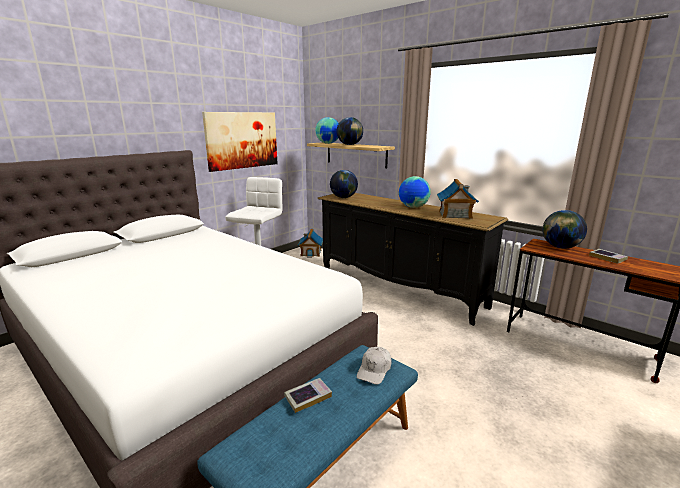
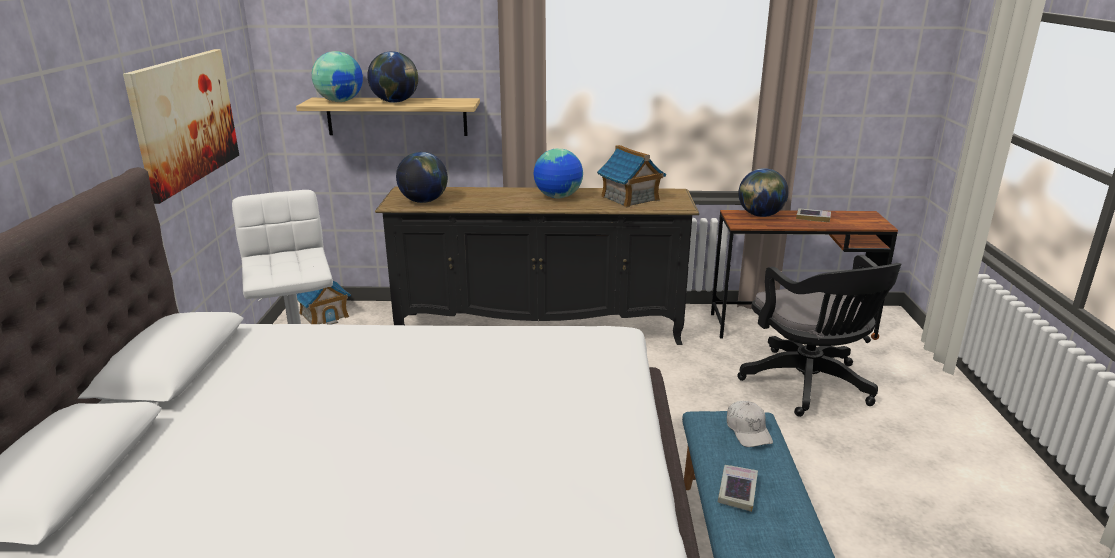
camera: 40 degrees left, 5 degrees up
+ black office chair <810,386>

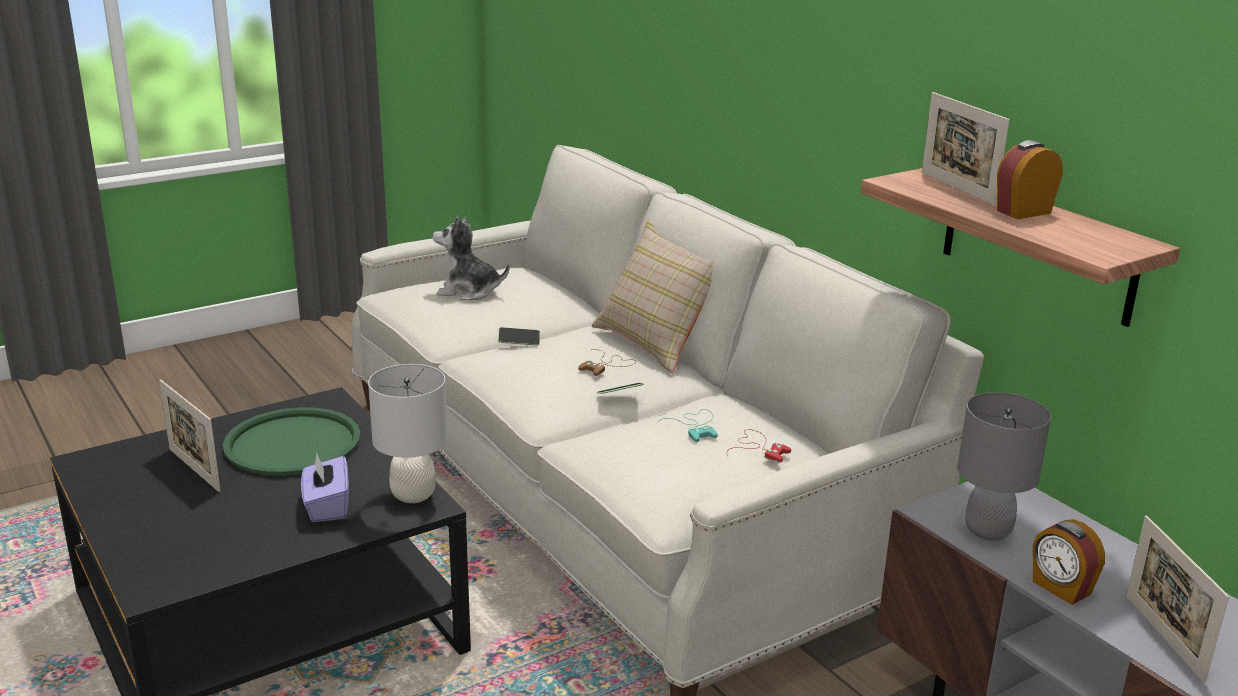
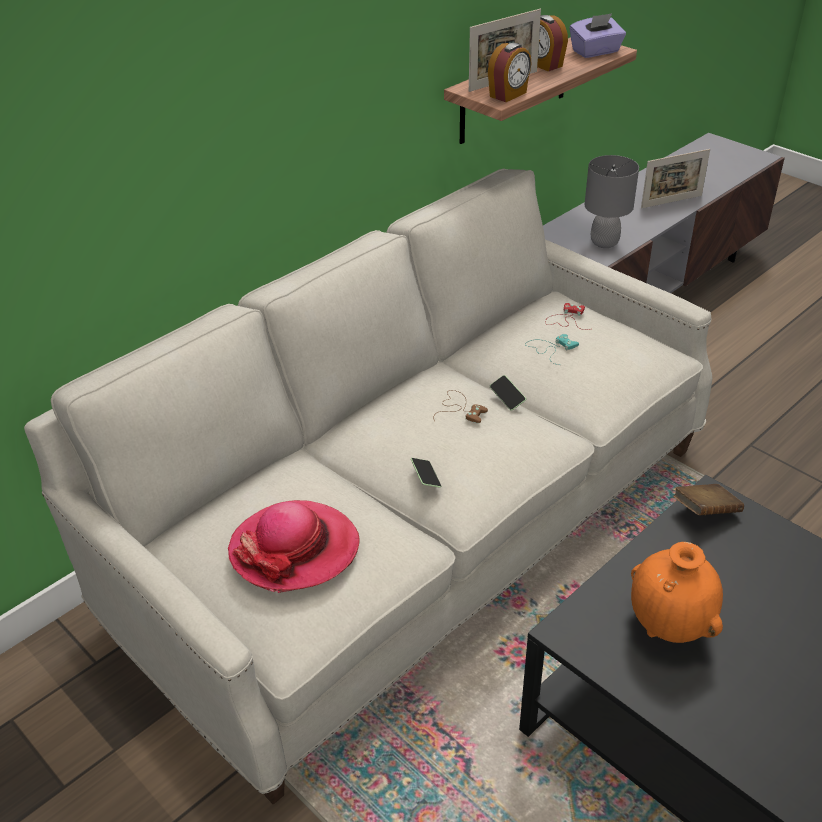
camera: 100 degrees left, 15 degrees up
~ plush toy <468,291> to hat <294,549>
~ alarm clock <1060,588> to <508,95>
~ purple tissue box <327,507> to <595,52>
~ green tray <293,443> to orange vase <669,627>
~ grey table lamp <411,496> to brown book <705,511>
- picture frame <194,470>
- beige pillow <658,342>

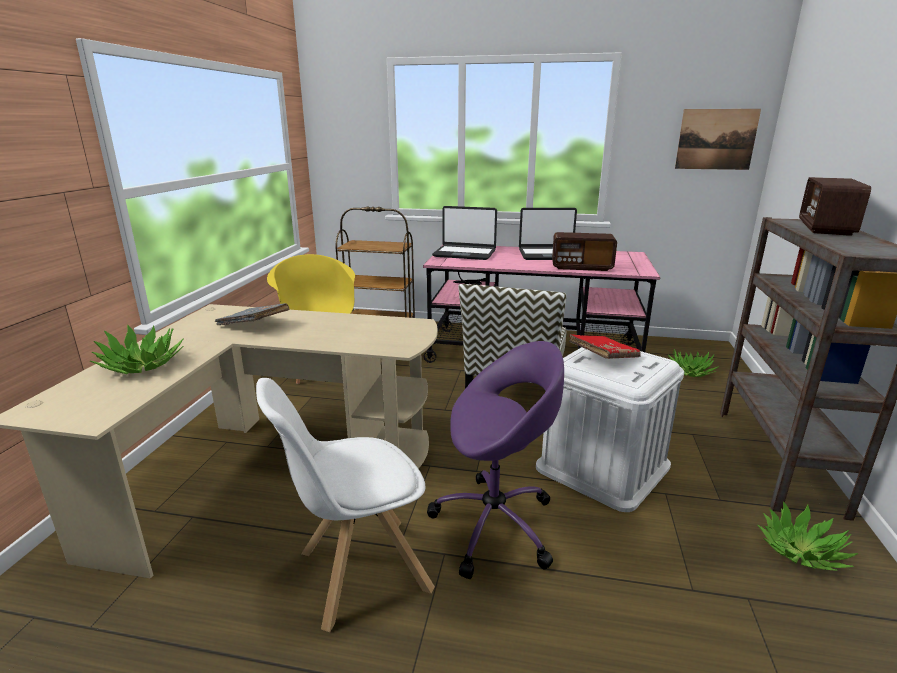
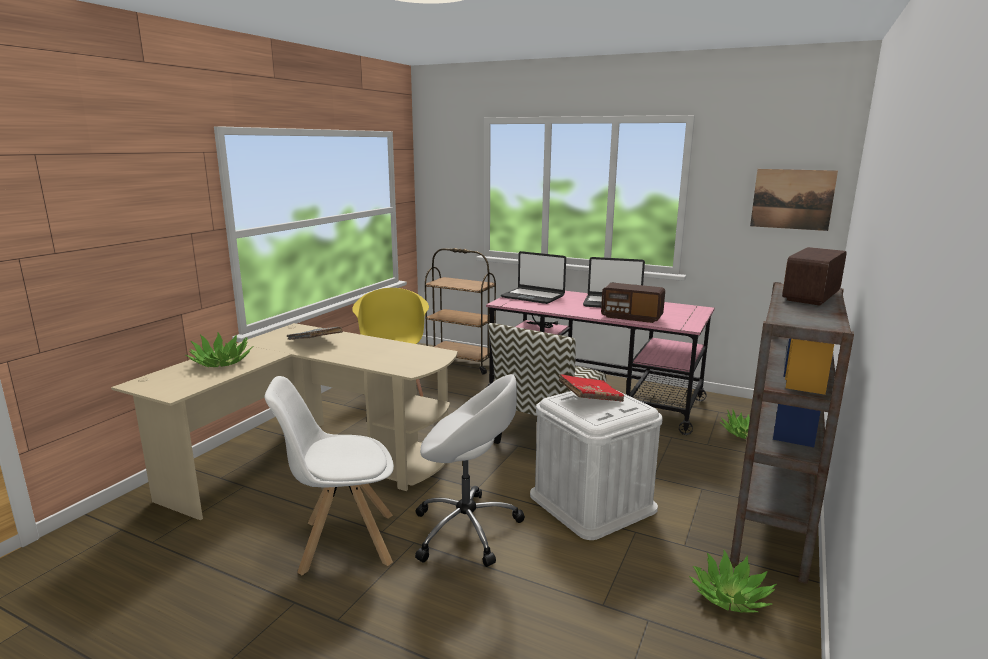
camera: 15 degrees right, 5 degrees down
~ purple office chair <497,524> to white office chair <468,529>

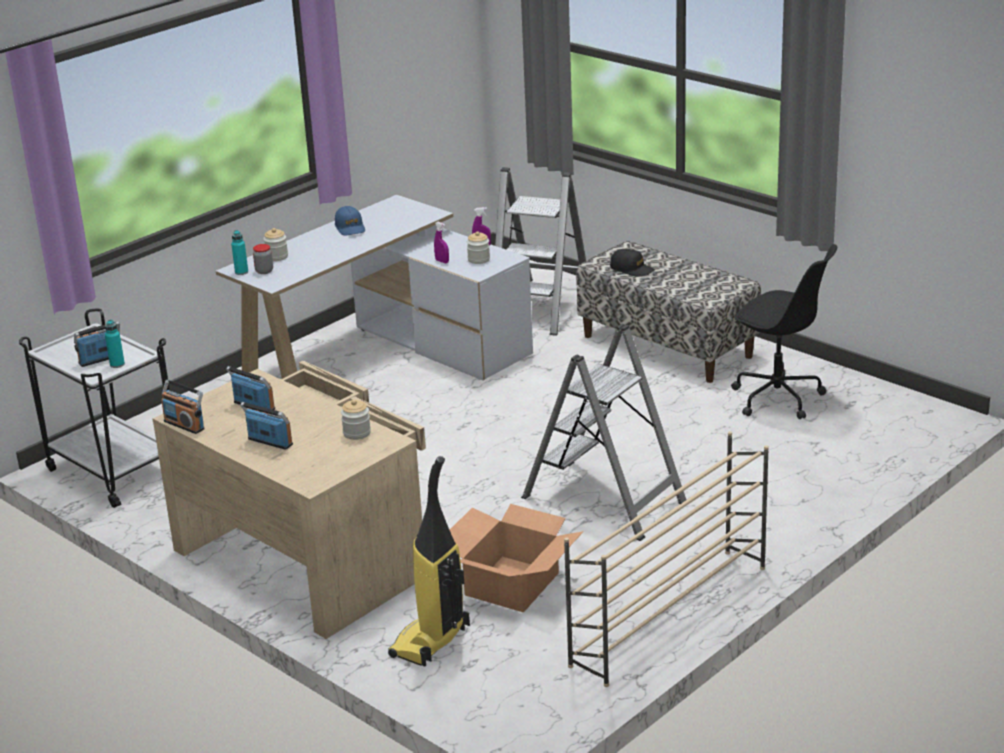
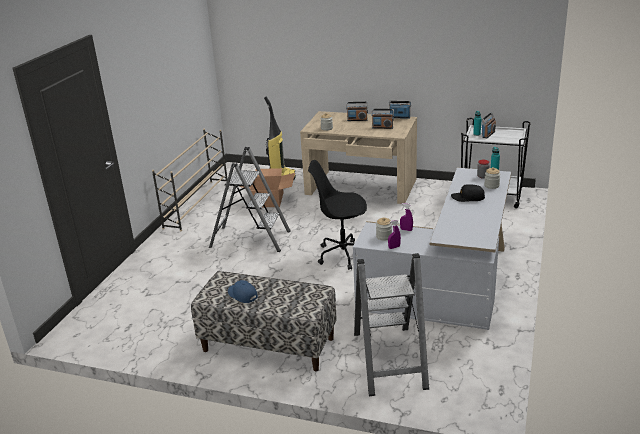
camera: 155 degrees right, 0 degrees up
~ blue cap <350,228> to <242,295>
~ black office chair <780,399> to <341,255>
~ black cap <632,269> to <468,198>

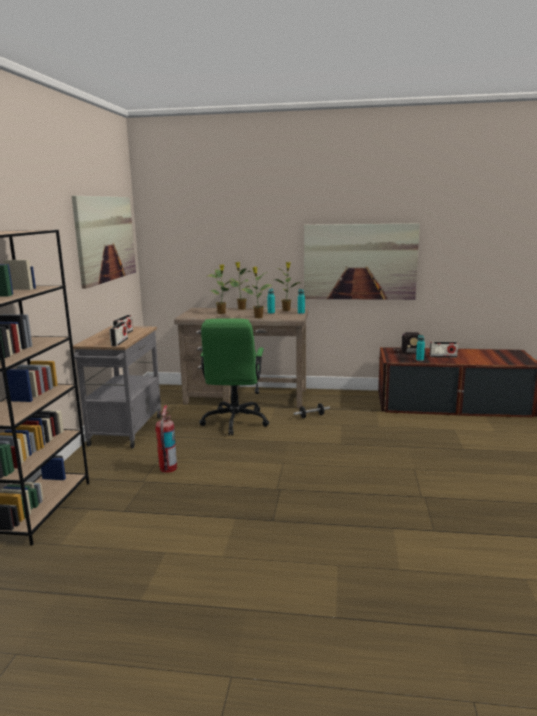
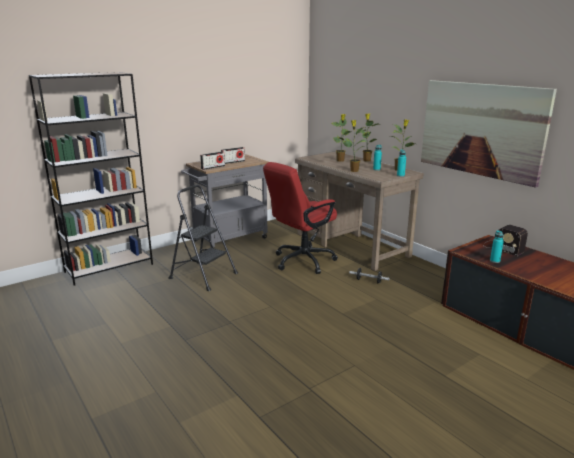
camera: 45 degrees right, 5 degrees up
~ fire extinguisher <167,468> to black step ladder <202,275>
~ green office chair <235,423> to red office chair <301,262>
- picture <105,238>
- radio <443,356>

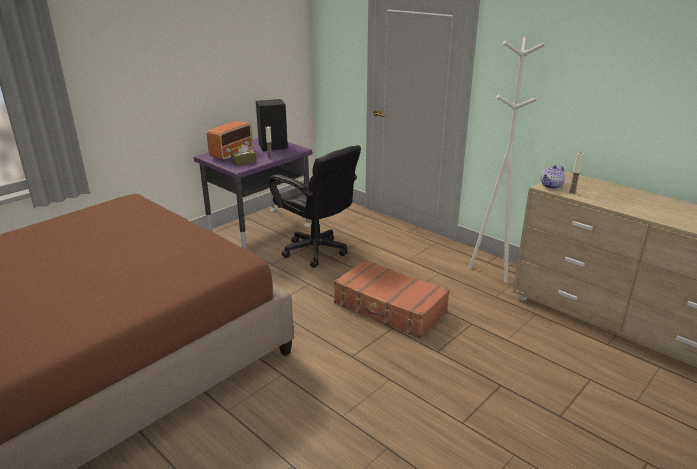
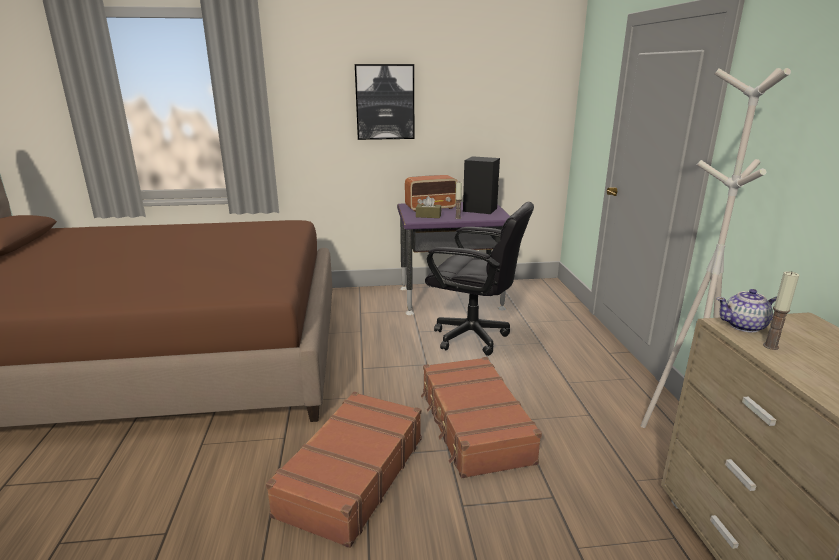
camera: 40 degrees right, 5 degrees down
+ brown suitcase <351,475>
+ picture <385,102>
~ black office chair <318,253> = <475,338> 60 degrees counterclockwise

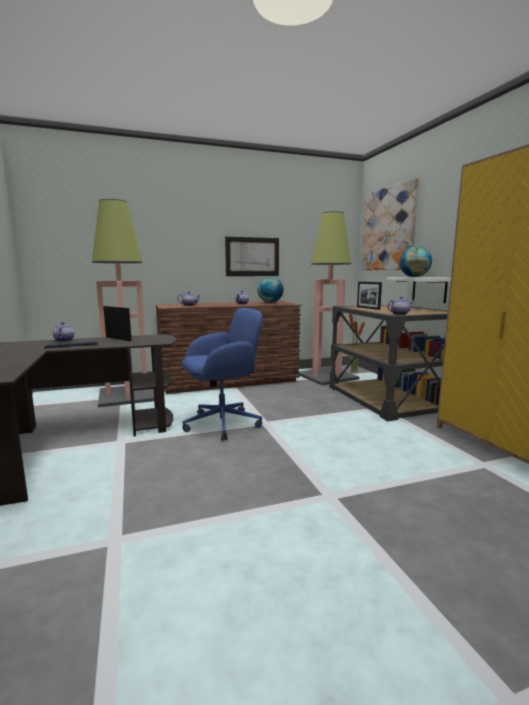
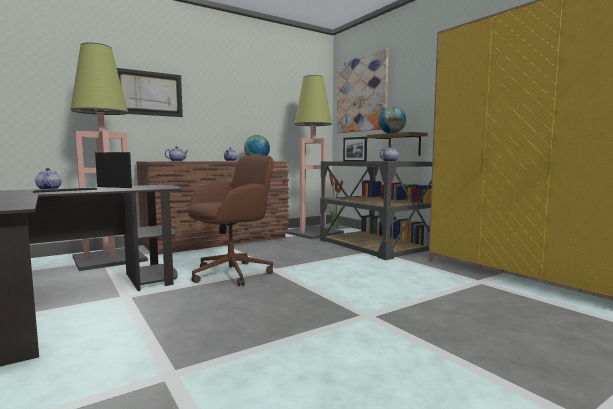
camera: 15 degrees left, 5 degrees down
~ picture <252,256> to <149,93>
~ blue office chair <222,424> to brown office chair <231,274>
~ white shelf <429,289> to brown shelf <404,145>

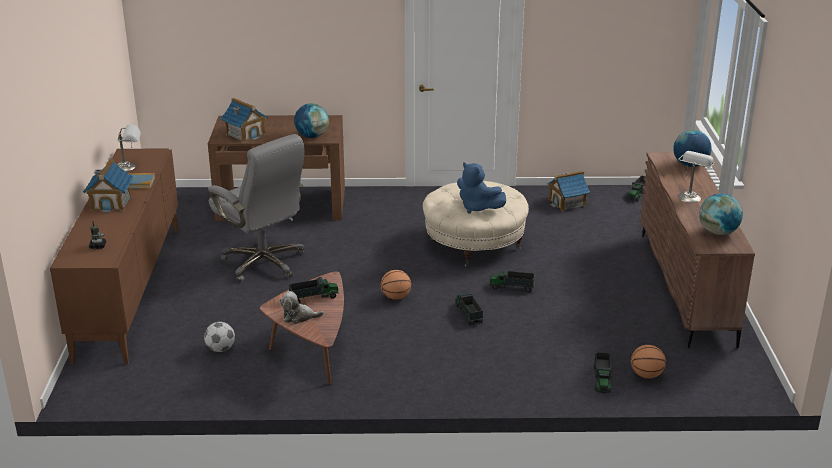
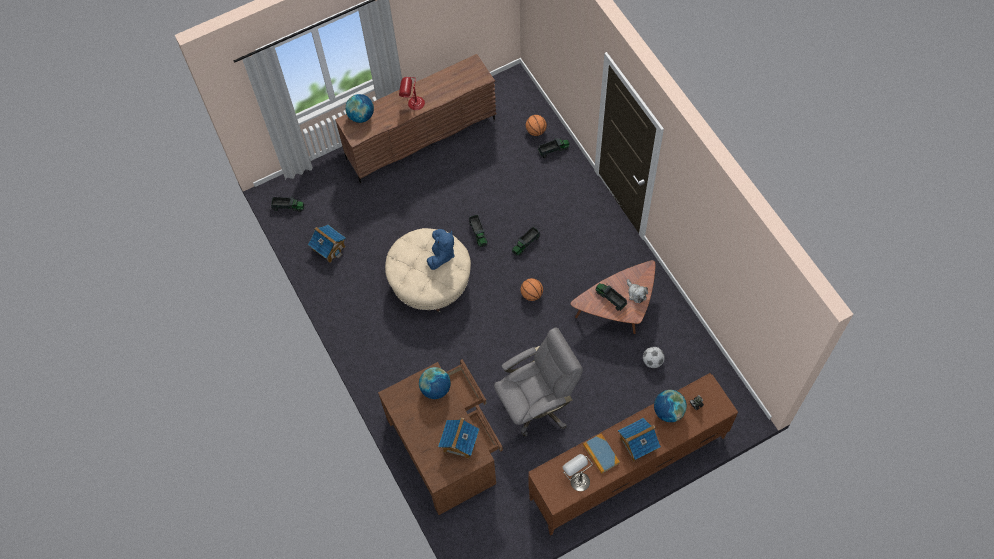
camera: 115 degrees left, 35 degrees up
~ white table lamp <690,195> to red table lamp <412,103>
~ grey office chair <262,262> = <537,406> 45 degrees clockwise
~ globe <718,232> to <668,411>

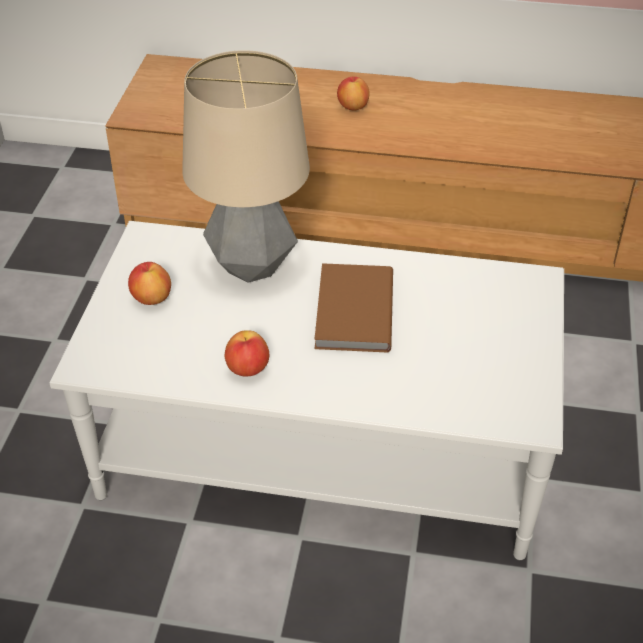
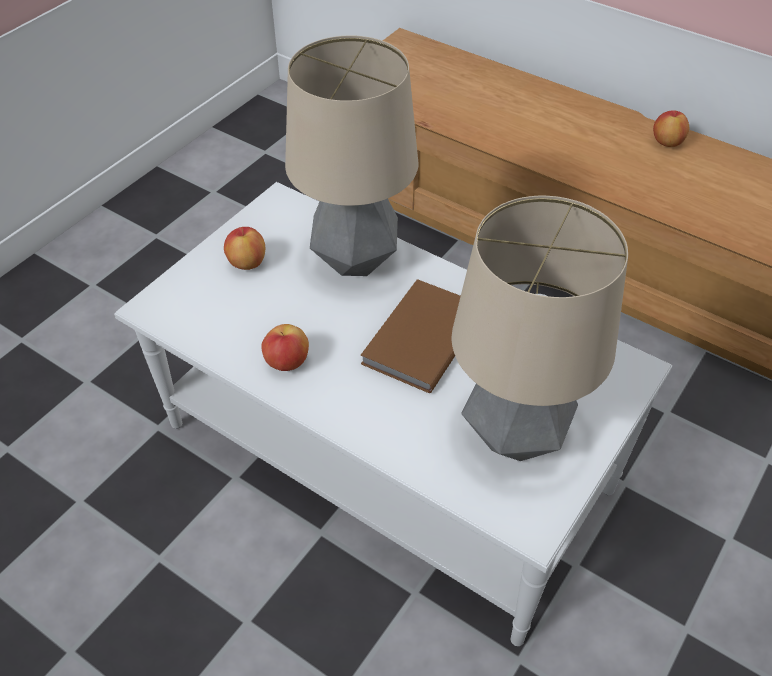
camera: 25 degrees right, 5 degrees up
+ table lamp <513,436>
~ apple <353,107> to <667,142>

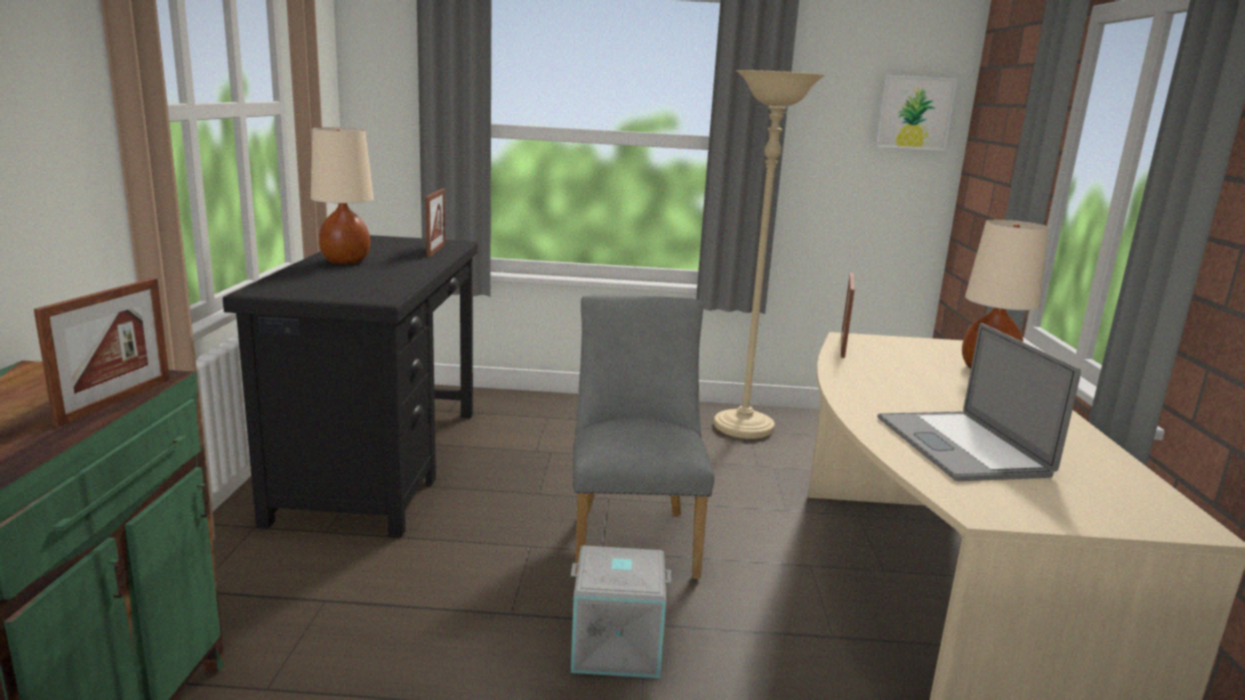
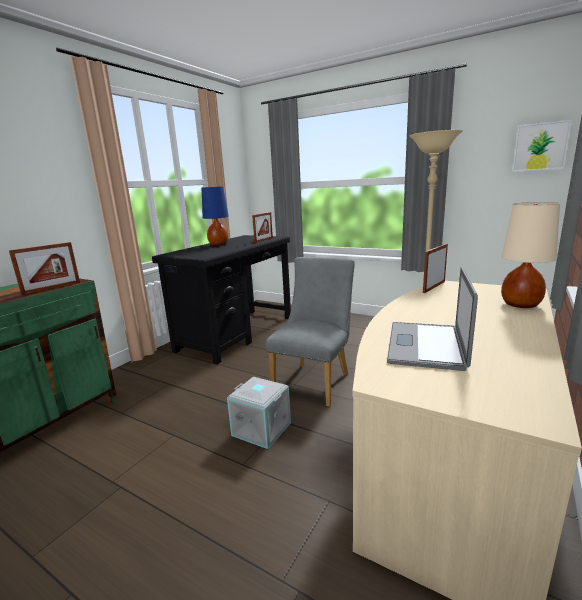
camera: 30 degrees right, 0 degrees up
~ beige table lamp <346,261> to blue table lamp <219,244>

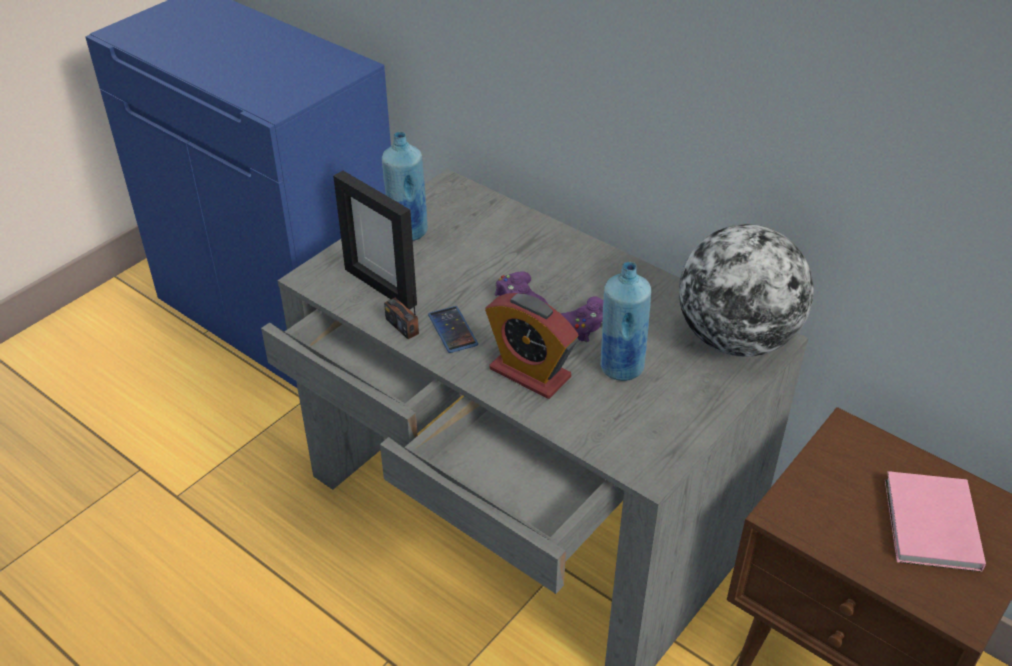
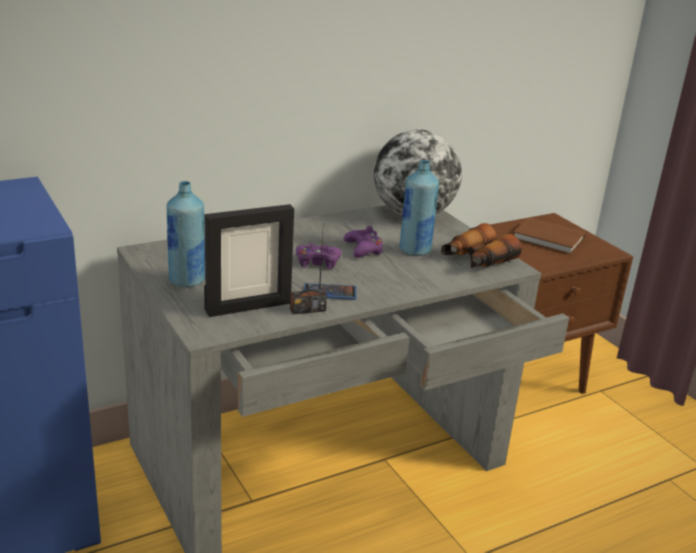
camera: 70 degrees left, 15 degrees down
+ binoculars <476,260>
~ pink book <930,526> to brown book <549,239>
- alarm clock <530,373>

